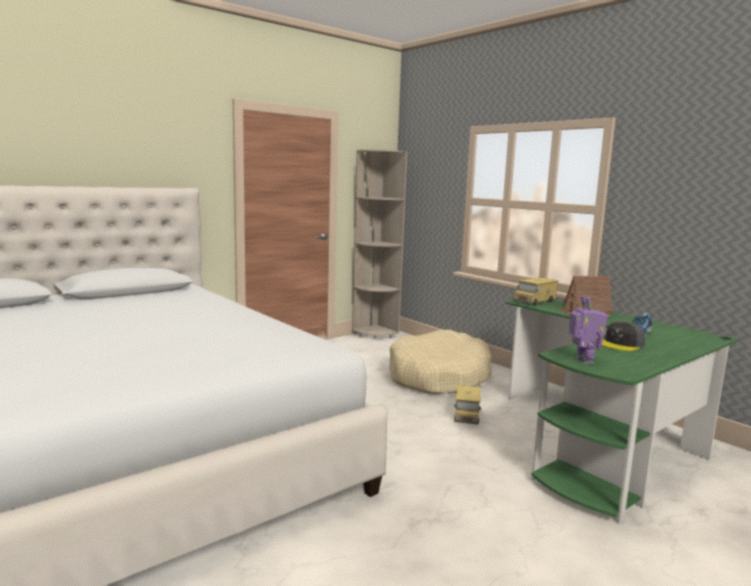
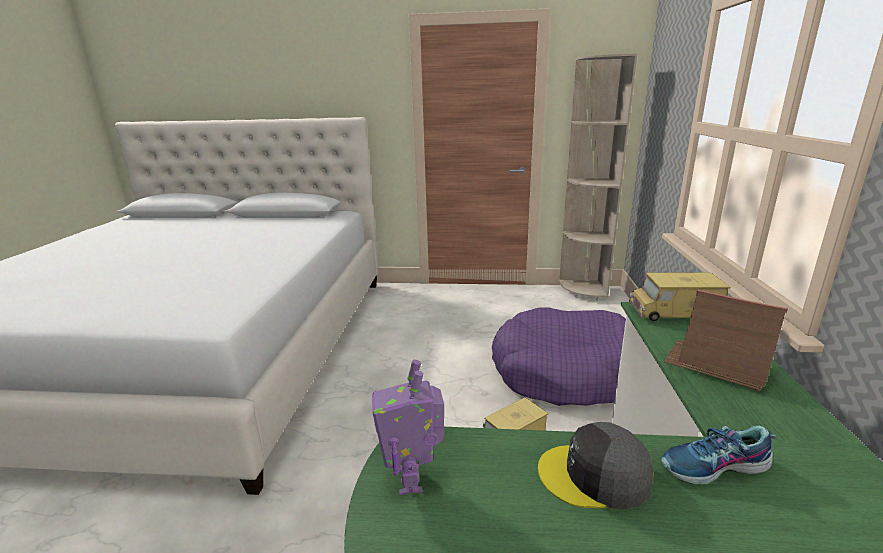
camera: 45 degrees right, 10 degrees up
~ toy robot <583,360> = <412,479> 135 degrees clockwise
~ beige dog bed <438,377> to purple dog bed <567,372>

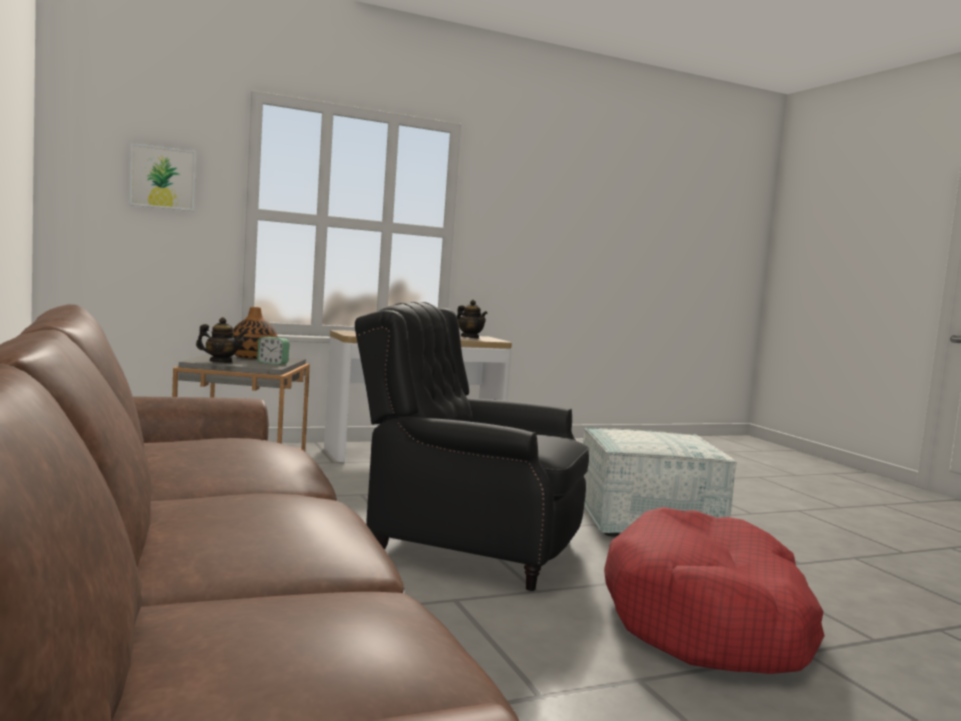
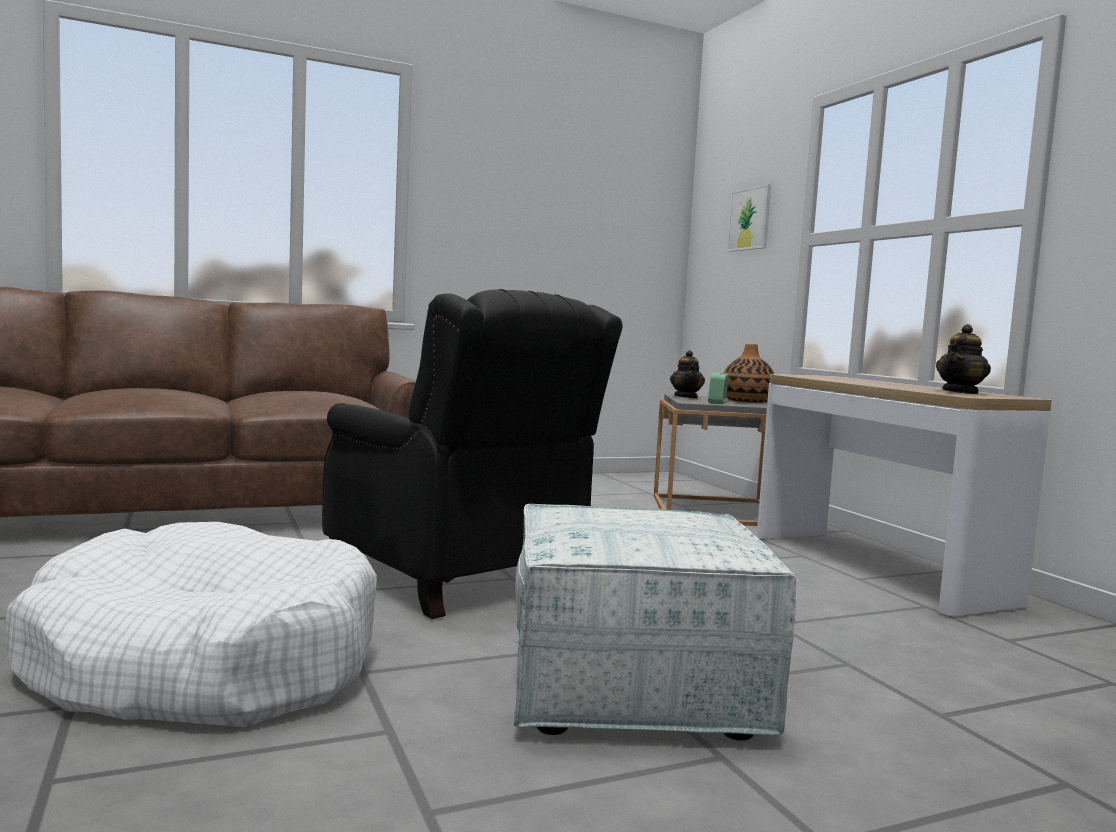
camera: 90 degrees right, 0 degrees up
~ red dog bed <709,620> to white dog bed <204,664>
~ black armchair <469,548> = <457,575> 120 degrees clockwise

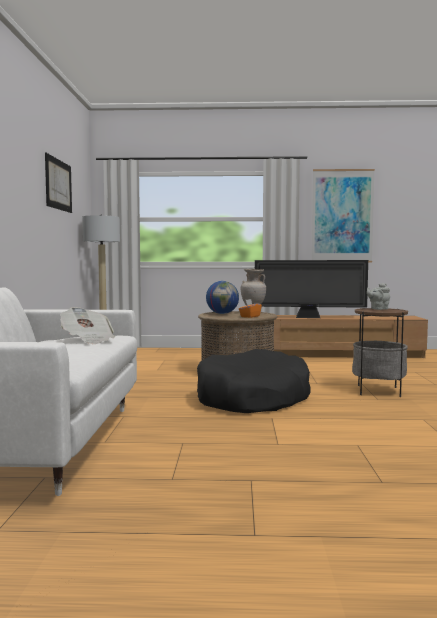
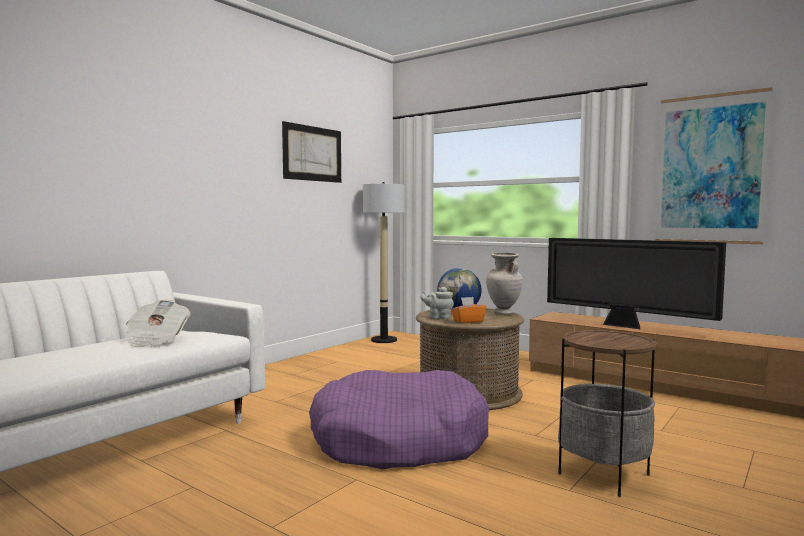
camera: 35 degrees right, 0 degrees up
~ black dog bed <252,398> to purple dog bed <398,440>
~ grey teapot <378,309> to <438,317>

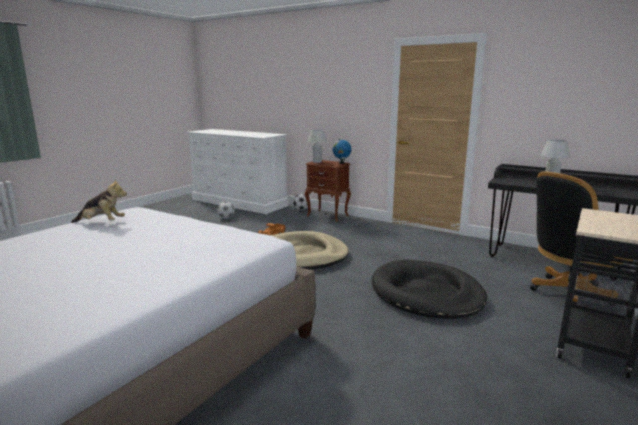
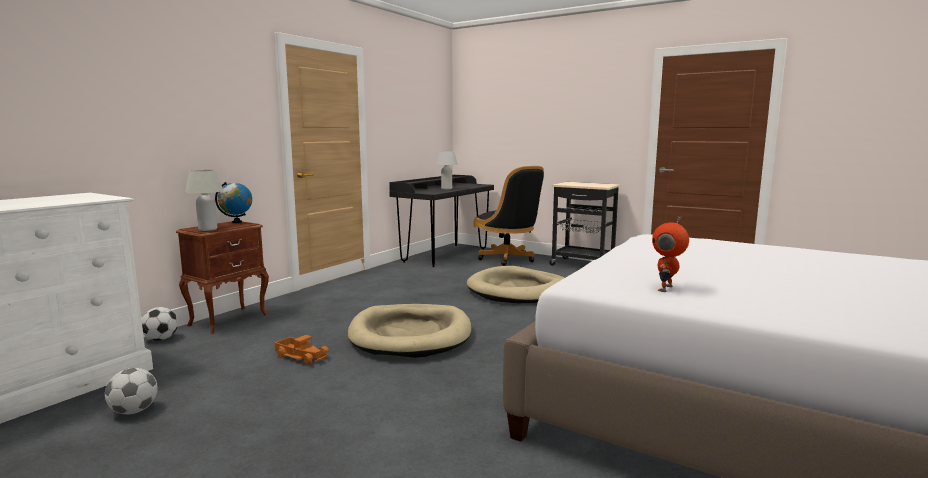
camera: 90 degrees left, 5 degrees down
~ black dog bed <426,293> to beige dog bed <518,290>
~ plush toy <101,223> to toy robot <667,289>

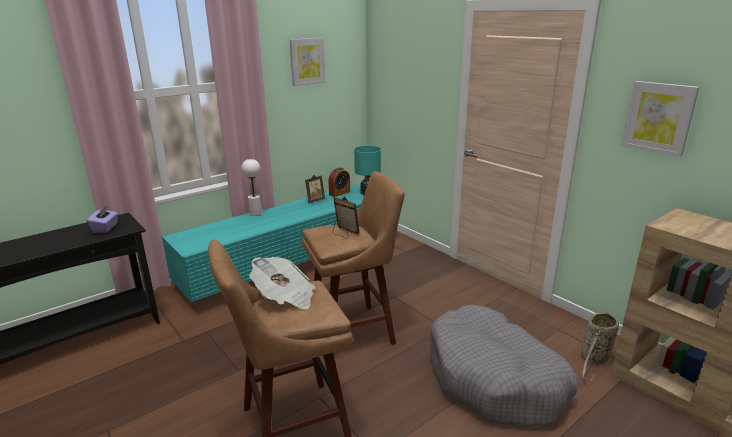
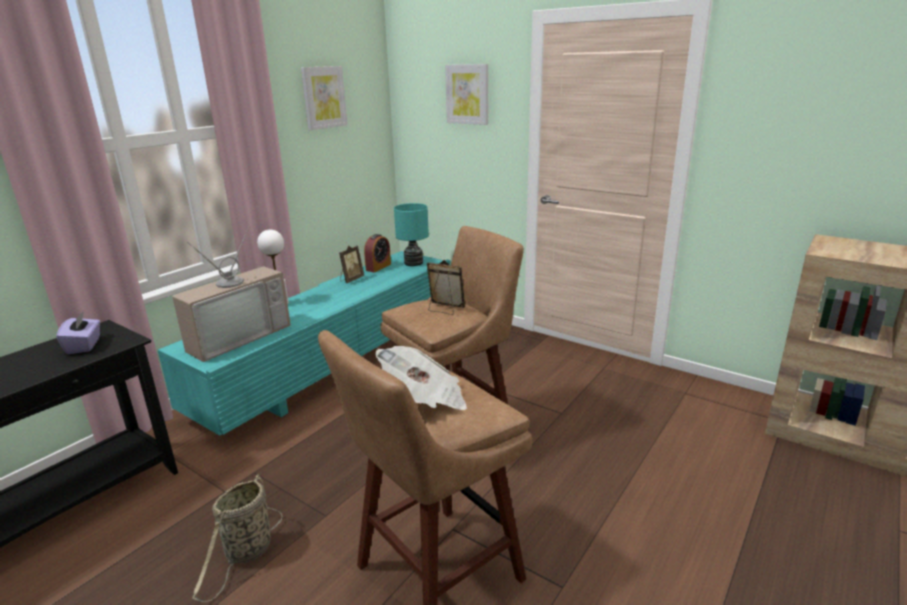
camera: 15 degrees left, 0 degrees up
+ television <237,336>
~ basket <594,359> to <247,553>
~ picture <659,117> to <467,94>
- grey dog bed <494,378>

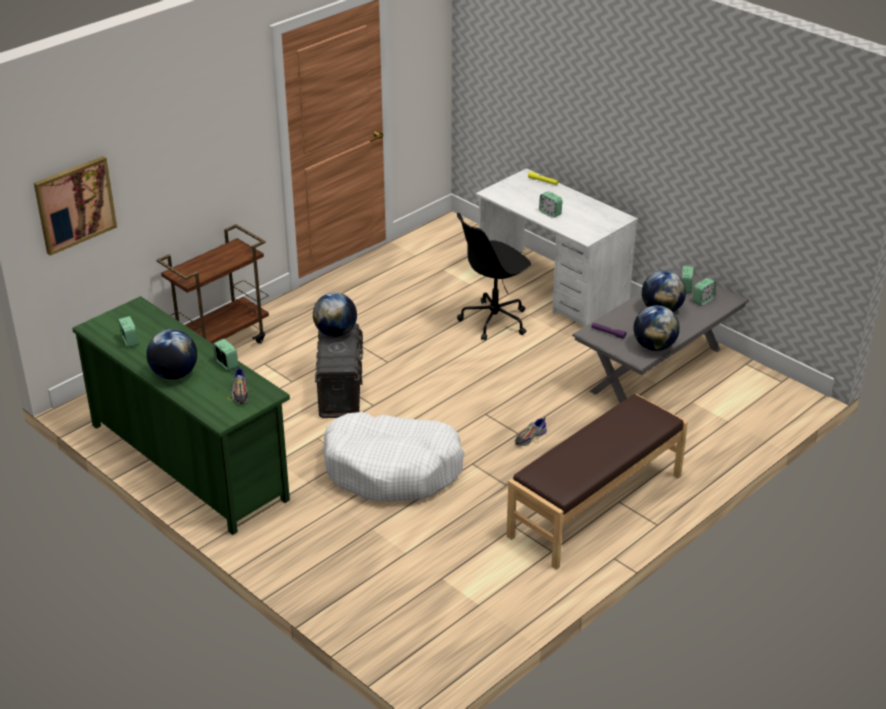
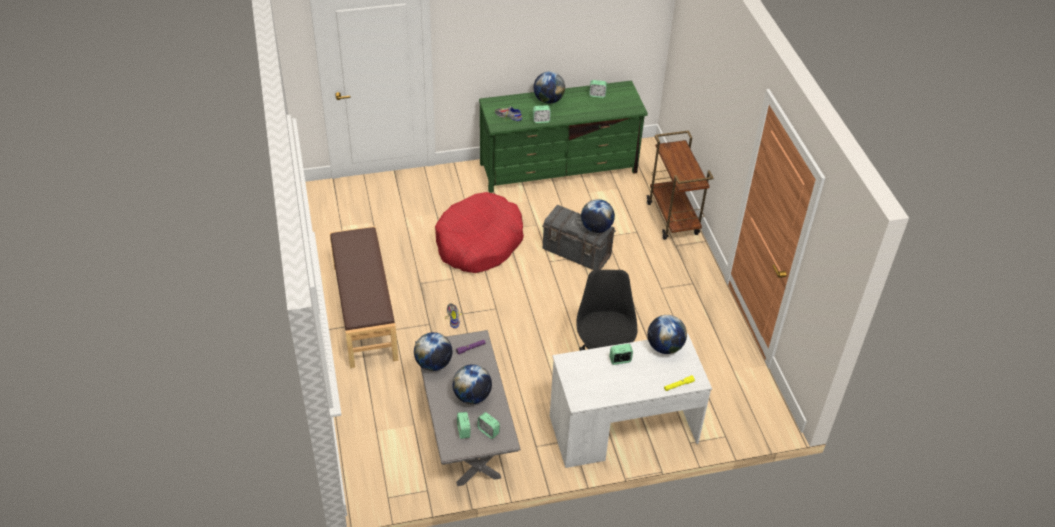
camera: 120 degrees right, 10 degrees up
~ white dog bed <392,469> to red dog bed <479,242>
+ globe <664,347>
- picture <75,204>

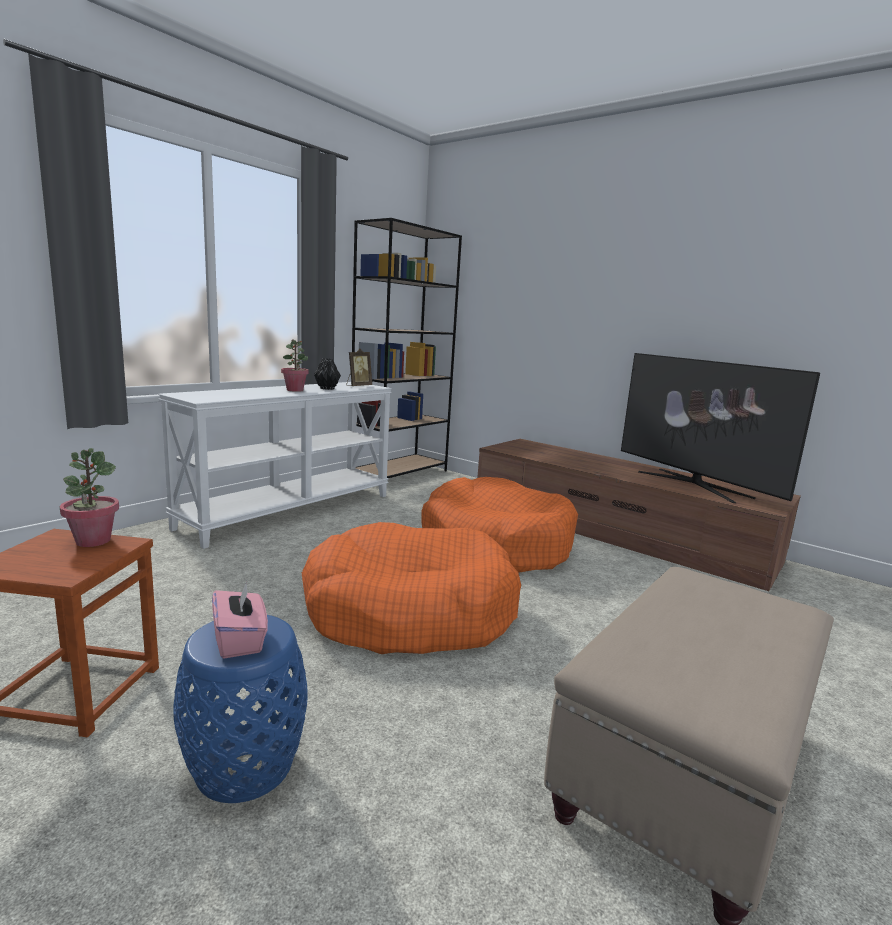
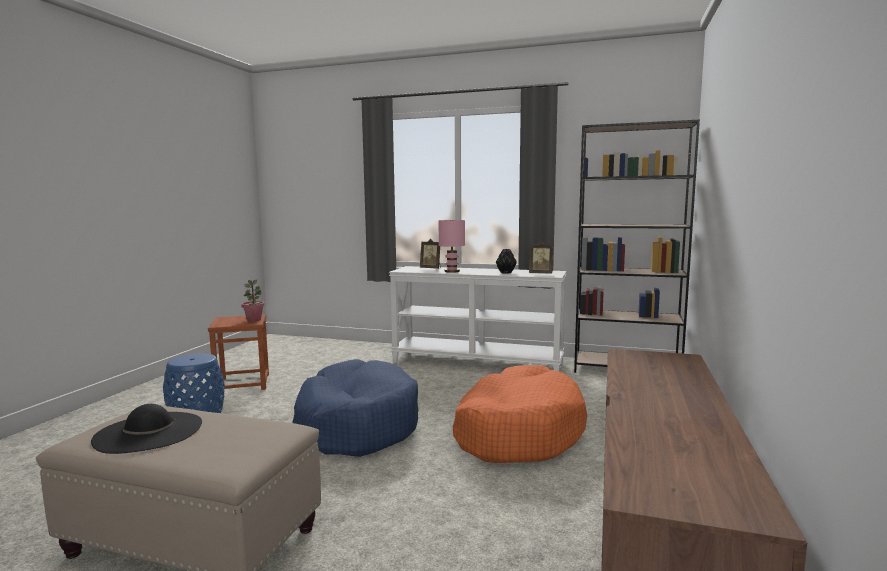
camera: 70 degrees right, 5 degrees down
+ black hat <149,432>
~ orange dog bed <410,611> to blue dog bed <357,424>
+ picture frame <431,268>
+ pink table lamp <451,271>
- pink tissue box <240,640>
- potted plant <295,390>
- television <693,484>

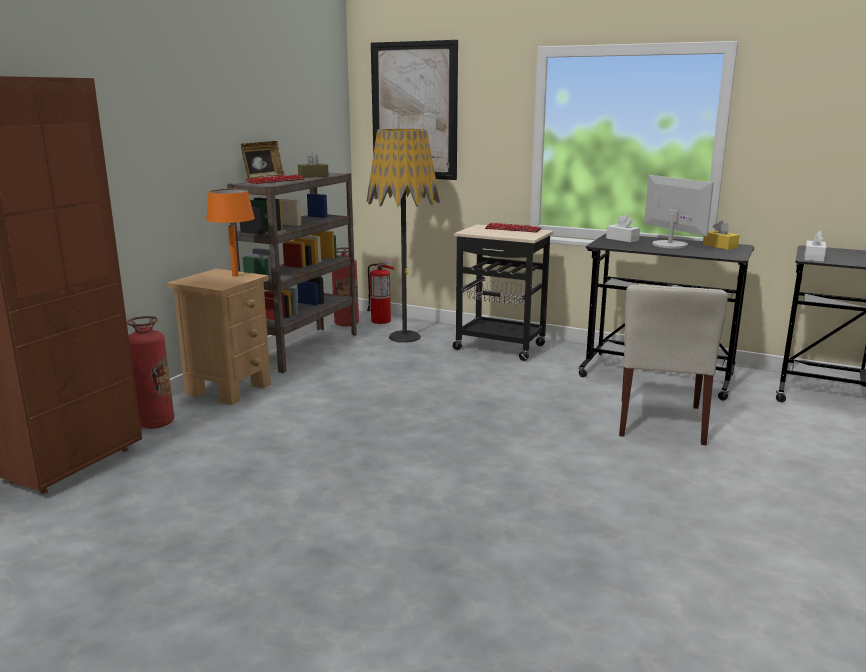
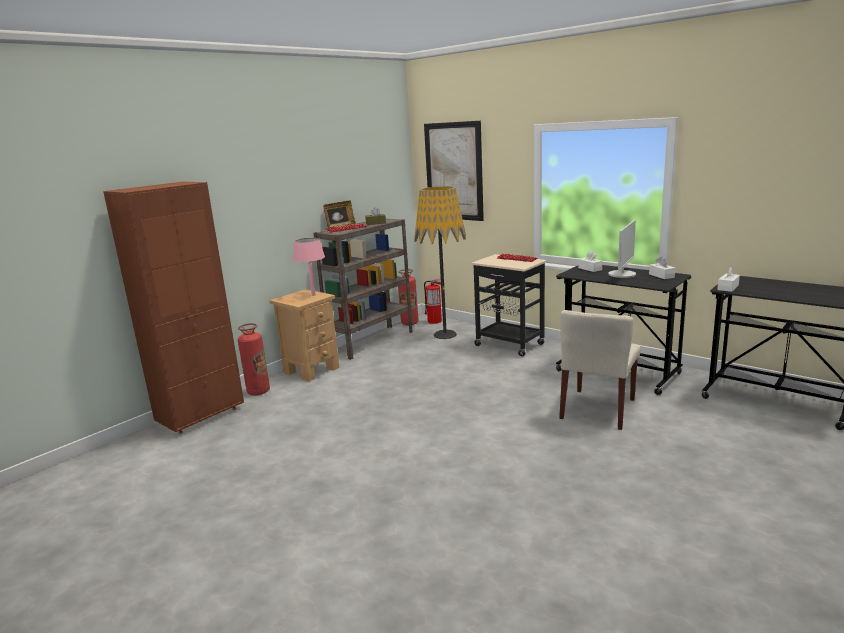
camera: 15 degrees right, 0 degrees up
~ orange table lamp <235,276> to pink table lamp <313,295>
~ monitor <670,245> = <622,274> 45 degrees clockwise
~ yellow tissue box <720,246> to white tissue box <661,276>

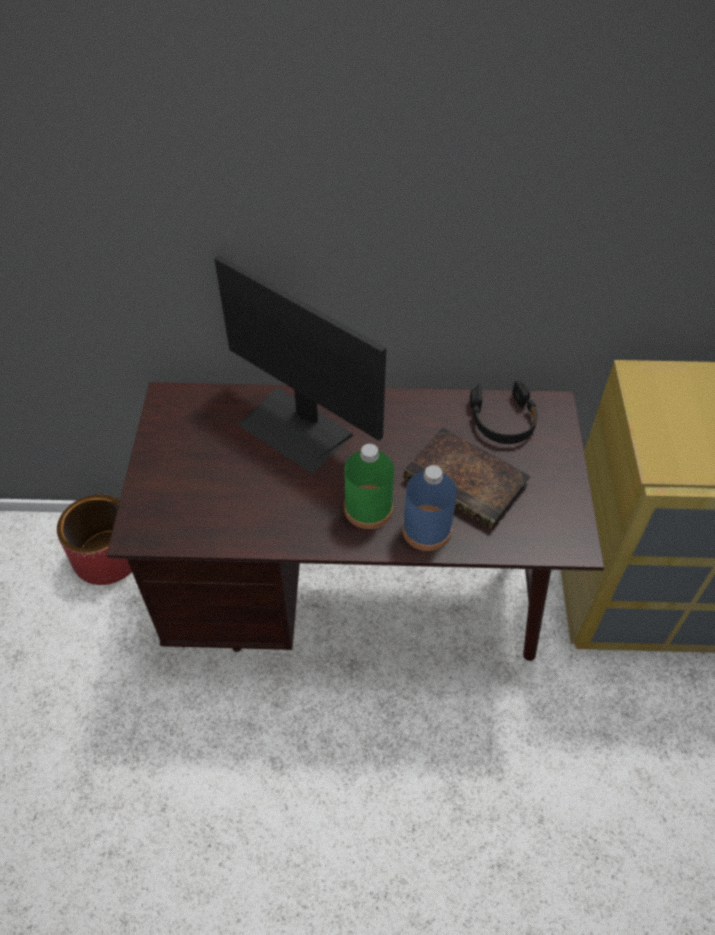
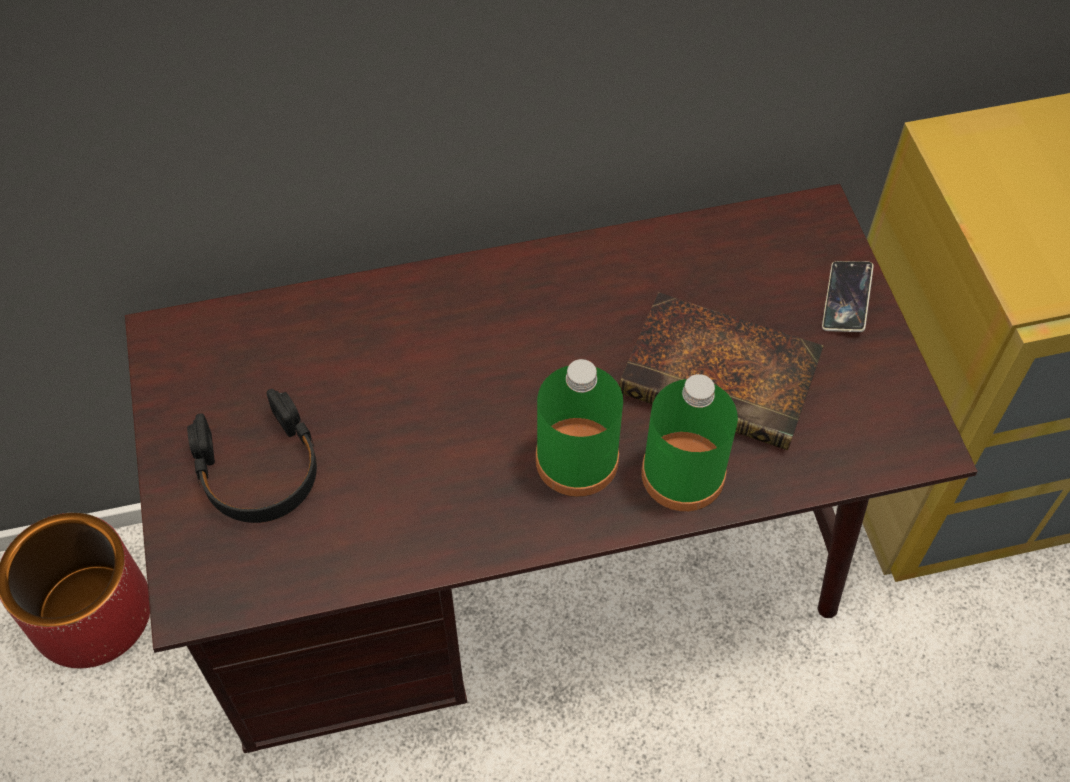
camera: 15 degrees left, 5 degrees up
~ black headphones <503,420> to <259,470>
~ blue bottle <426,530> to green bottle <683,474>
+ phone <846,300>
- monitor <297,428>

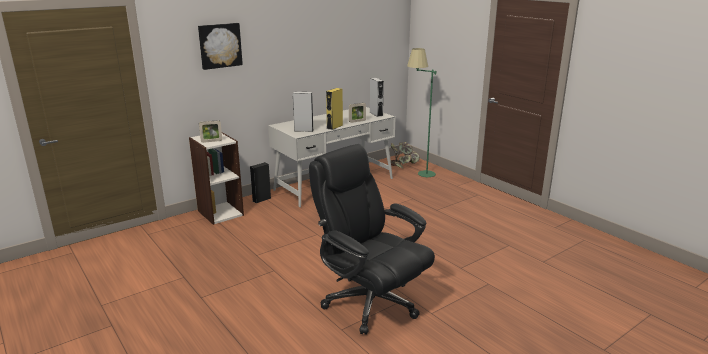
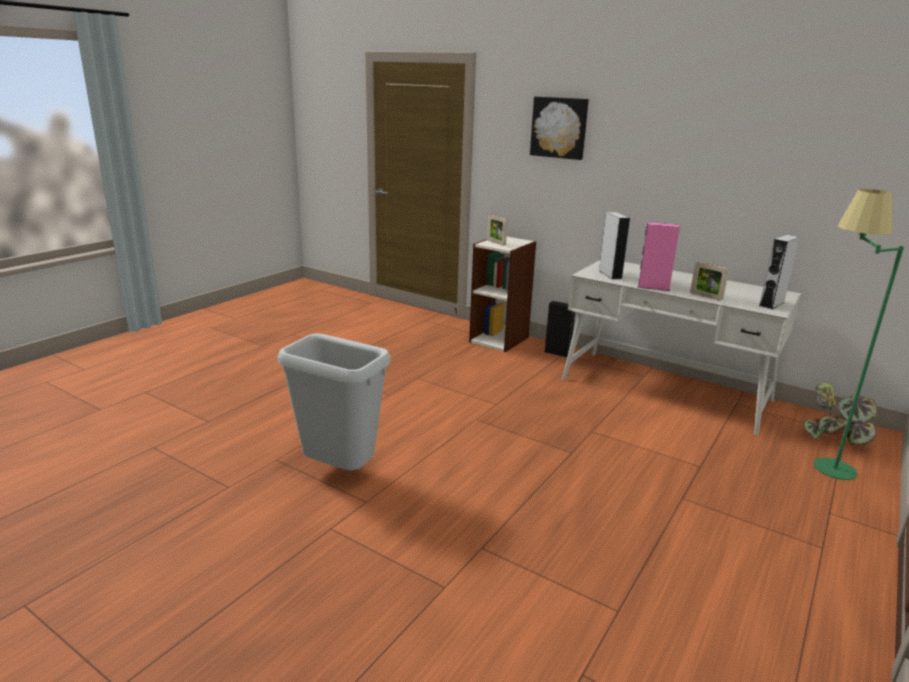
camera: 70 degrees right, 0 degrees up
~ black office chair <370,303> to grey trash can <340,472>
~ yellow speaker <334,127> to pink speaker <653,287>

